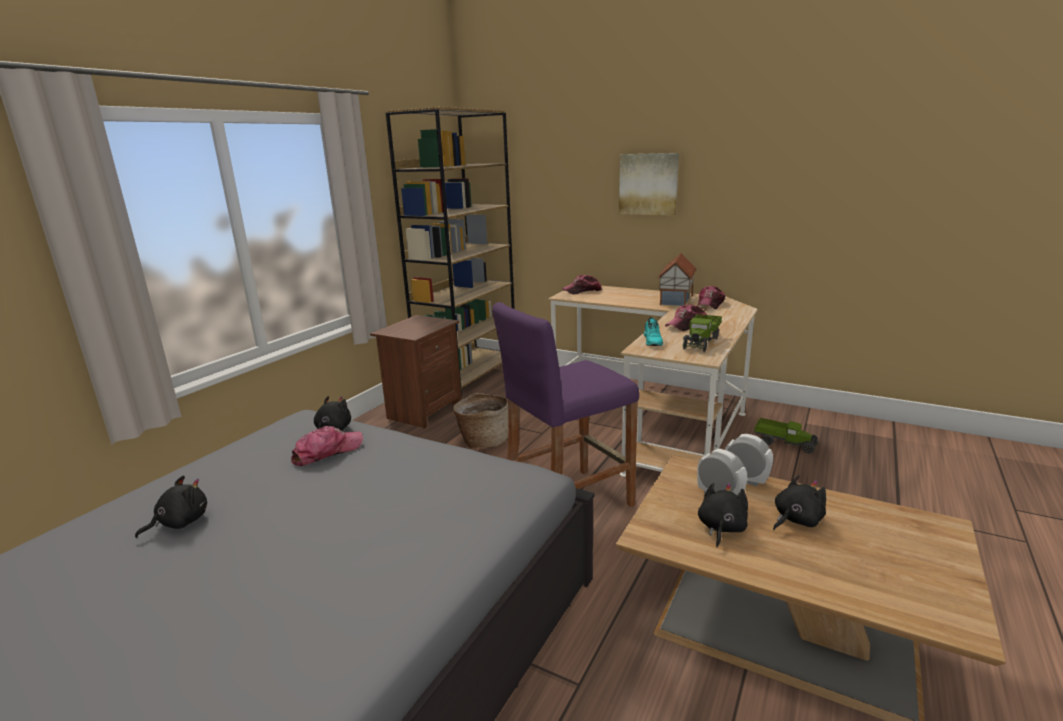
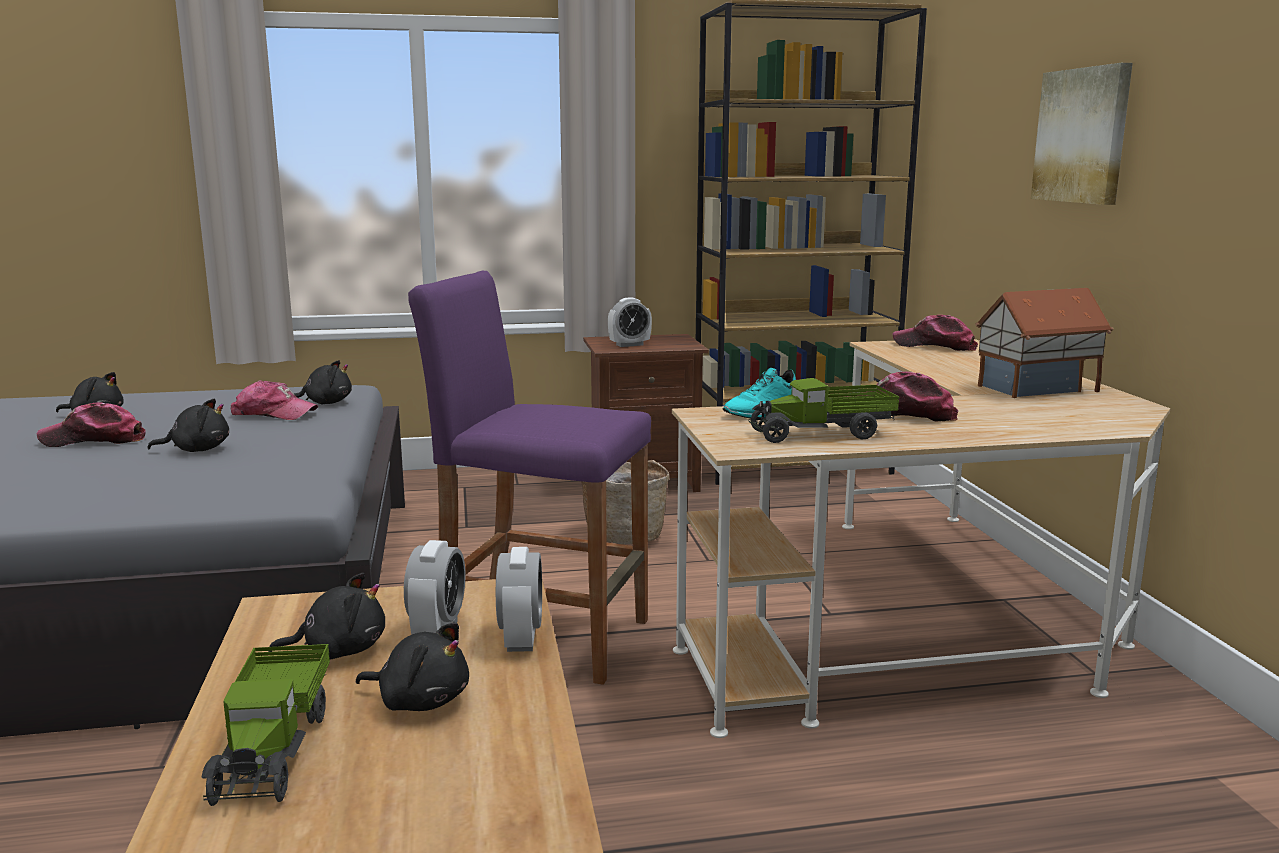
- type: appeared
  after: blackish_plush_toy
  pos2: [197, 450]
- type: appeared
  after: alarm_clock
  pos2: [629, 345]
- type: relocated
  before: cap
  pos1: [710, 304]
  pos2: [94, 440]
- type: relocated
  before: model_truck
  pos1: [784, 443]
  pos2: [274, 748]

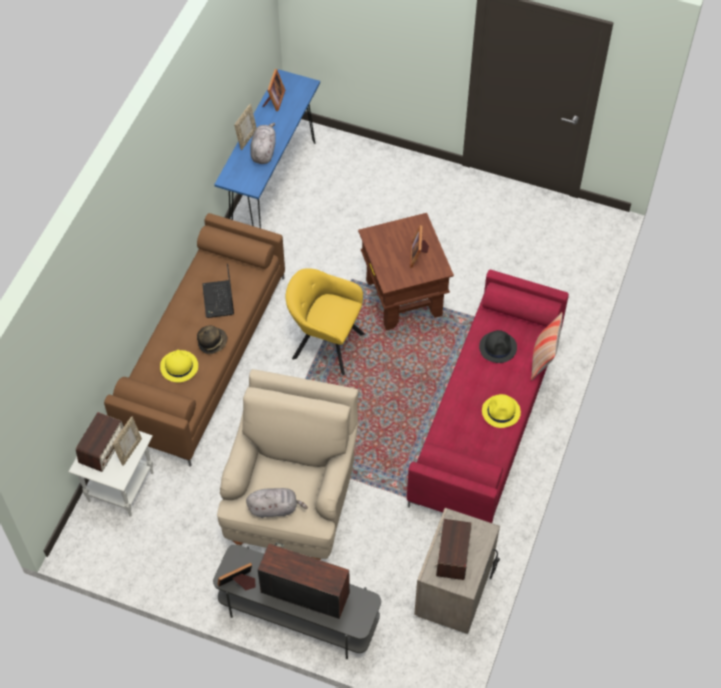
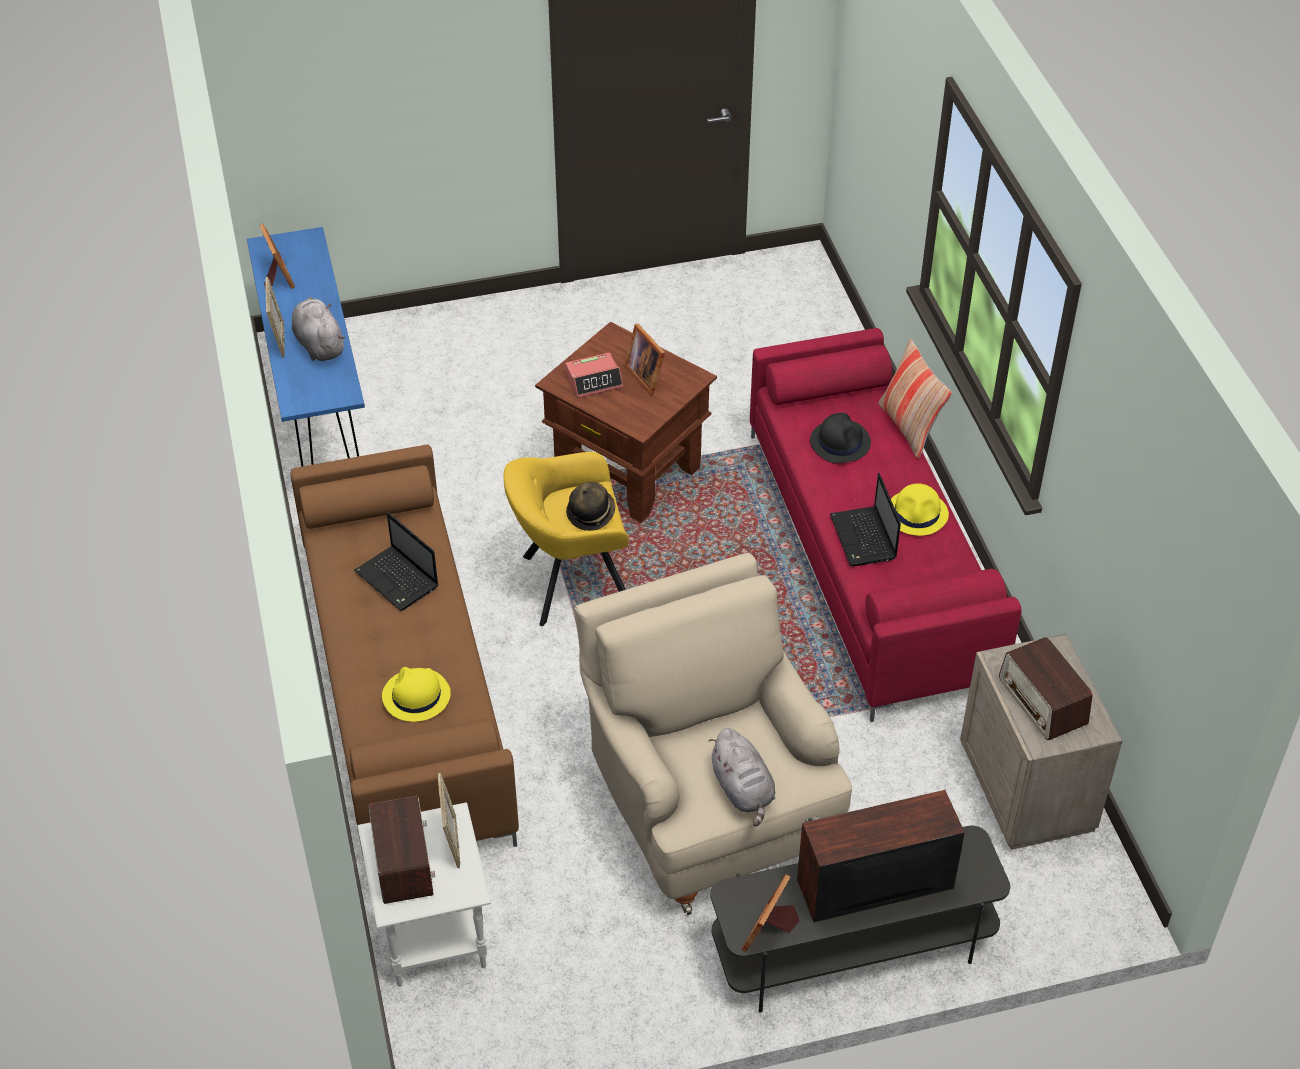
- type: appeared
  after: alarm_clock
  pos2: [594, 381]
- type: appeared
  after: notebook_computer
  pos2: [864, 539]
- type: relocated
  before: clothing_hat
  pos1: [212, 342]
  pos2: [591, 513]
- type: spun
  before: grey_plush_toy
  pos1: [275, 508]
  pos2: [743, 790]
  turn: 105

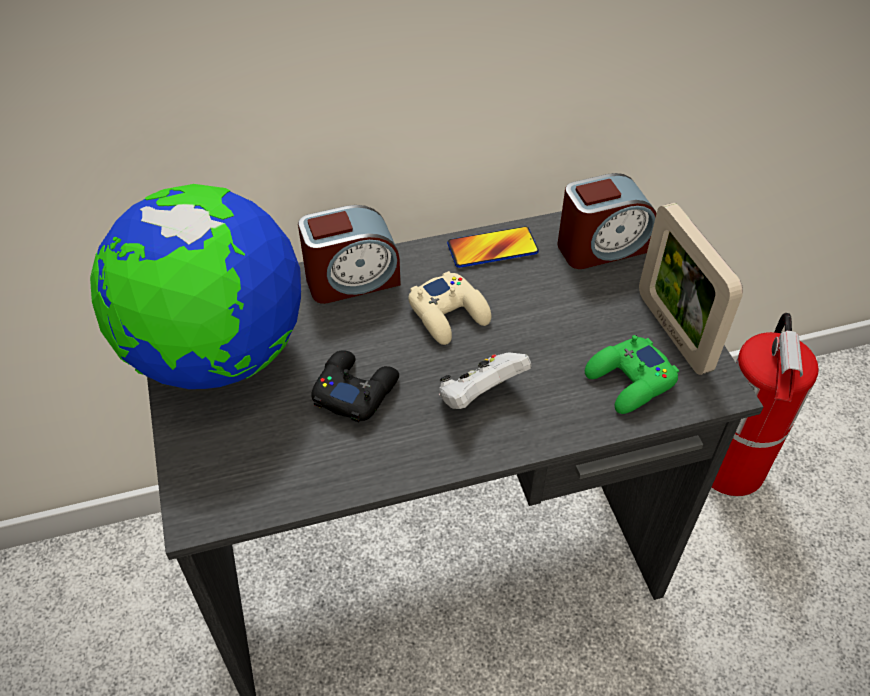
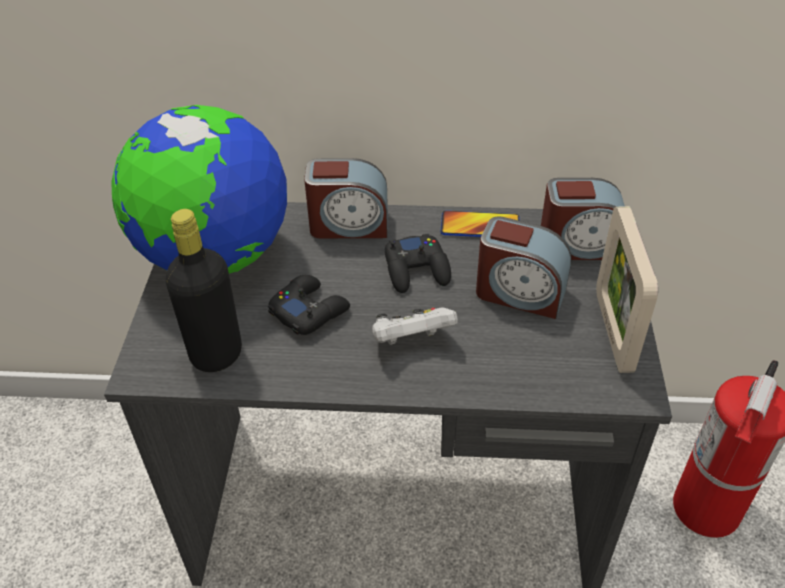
- type: missing
  before: green_game_controller
  pos1: [629, 381]
- type: appeared
  after: blackish_beverage_bottle
  pos2: [216, 354]
- type: appeared
  after: alarm_clock
  pos2: [519, 293]
- type: colour
  before: sand-coloured_game_controller
  after: blackish_game_controller
  pos1: [449, 314]
  pos2: [417, 270]

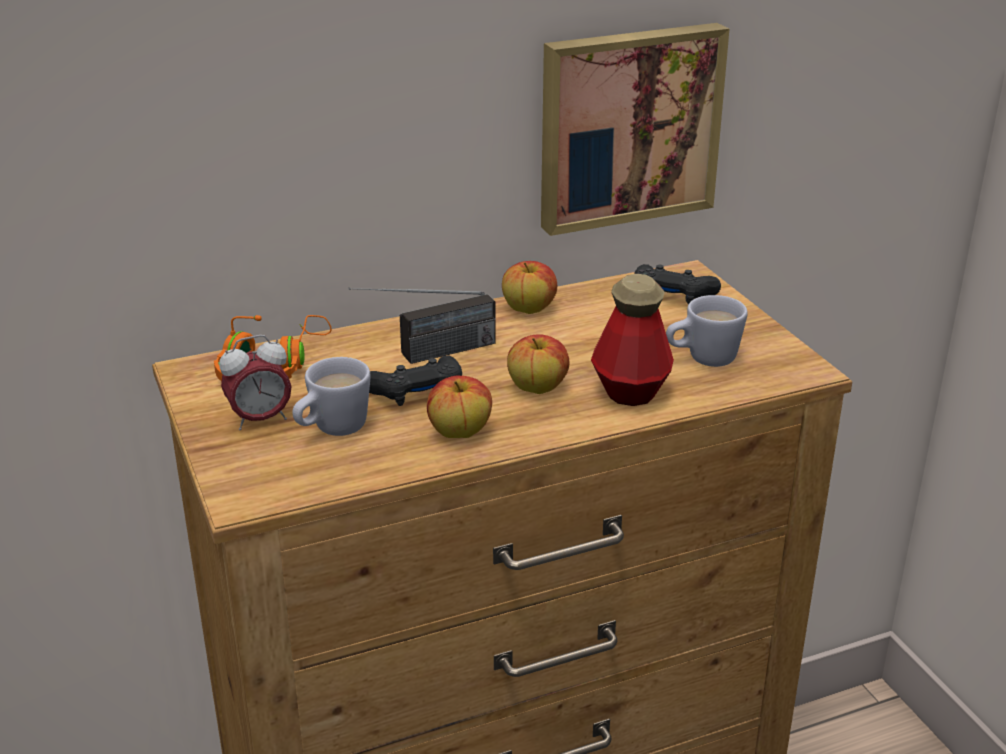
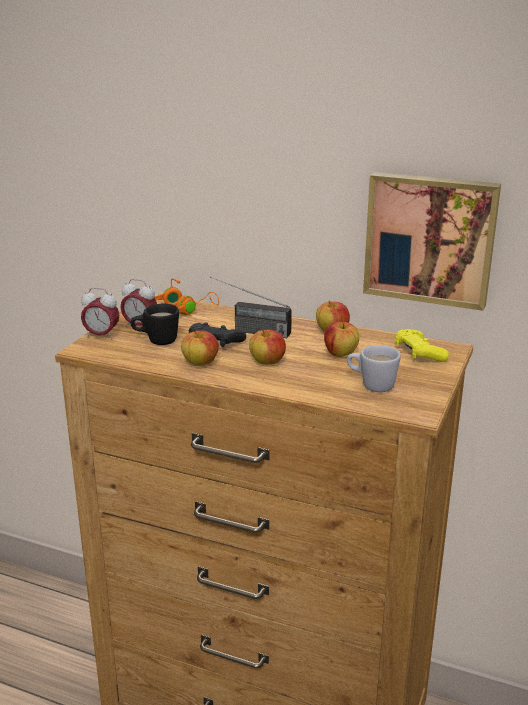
- type: missing
  before: beverage_bottle
  pos1: [630, 390]
- type: appeared
  after: alarm_clock
  pos2: [101, 336]
- type: appeared
  after: apple_fruit
  pos2: [340, 354]
- type: colour
  before: white_mug
  after: blackish_mug
  pos1: [332, 430]
  pos2: [156, 341]
- type: colour
  before: blackish_game_controller
  after: yellow-coloured_game_controller
  pos1: [672, 295]
  pos2: [419, 353]

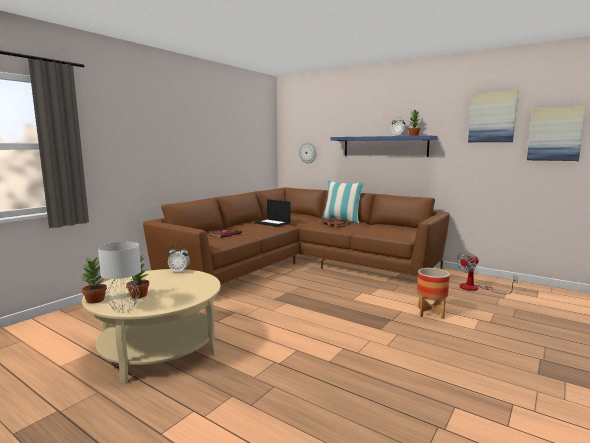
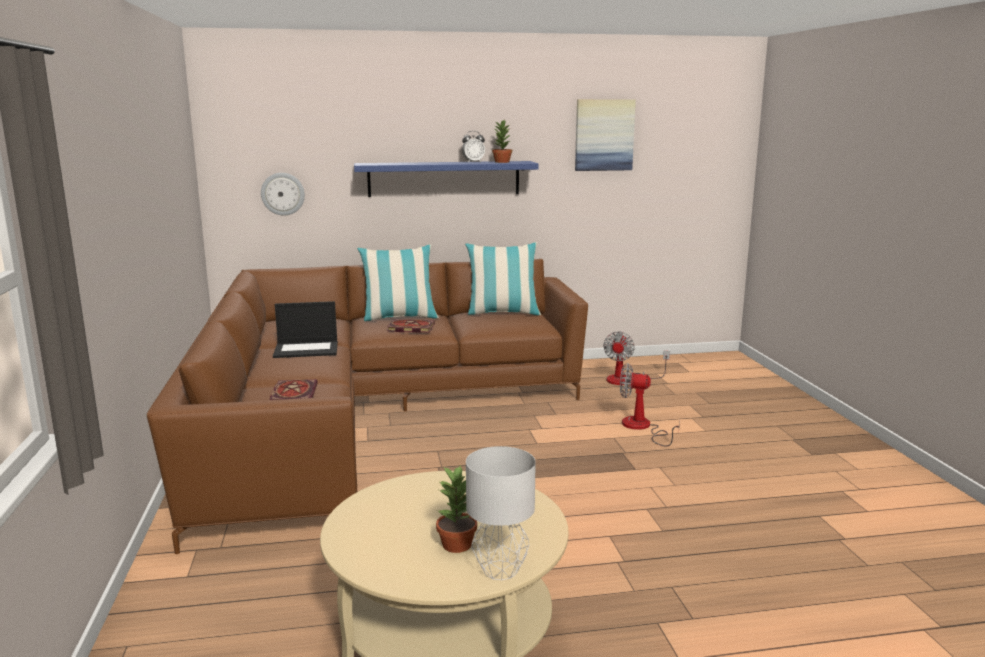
- type: missing
  before: houseplant
  pos1: [95, 300]
- type: missing
  before: alarm_clock
  pos1: [179, 271]
- type: missing
  before: picture
  pos1: [555, 134]
- type: appeared
  after: cushion
  pos2: [503, 313]
- type: exchanged
  before: flower_pot
  after: fan
  pos1: [430, 313]
  pos2: [642, 428]

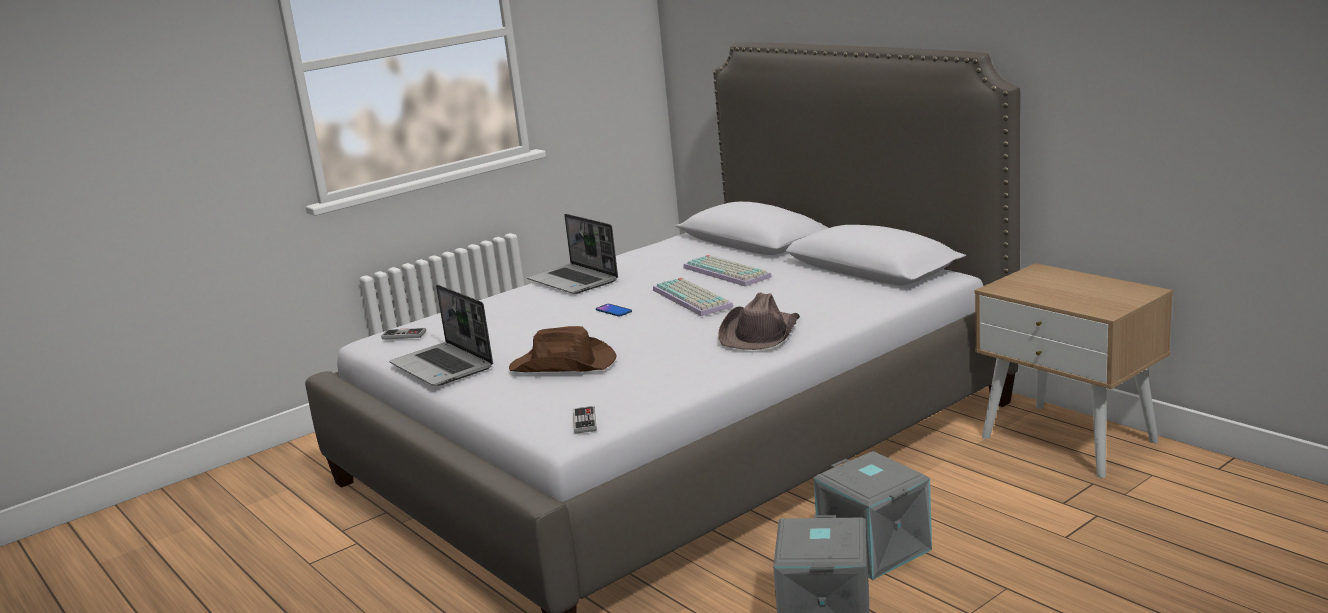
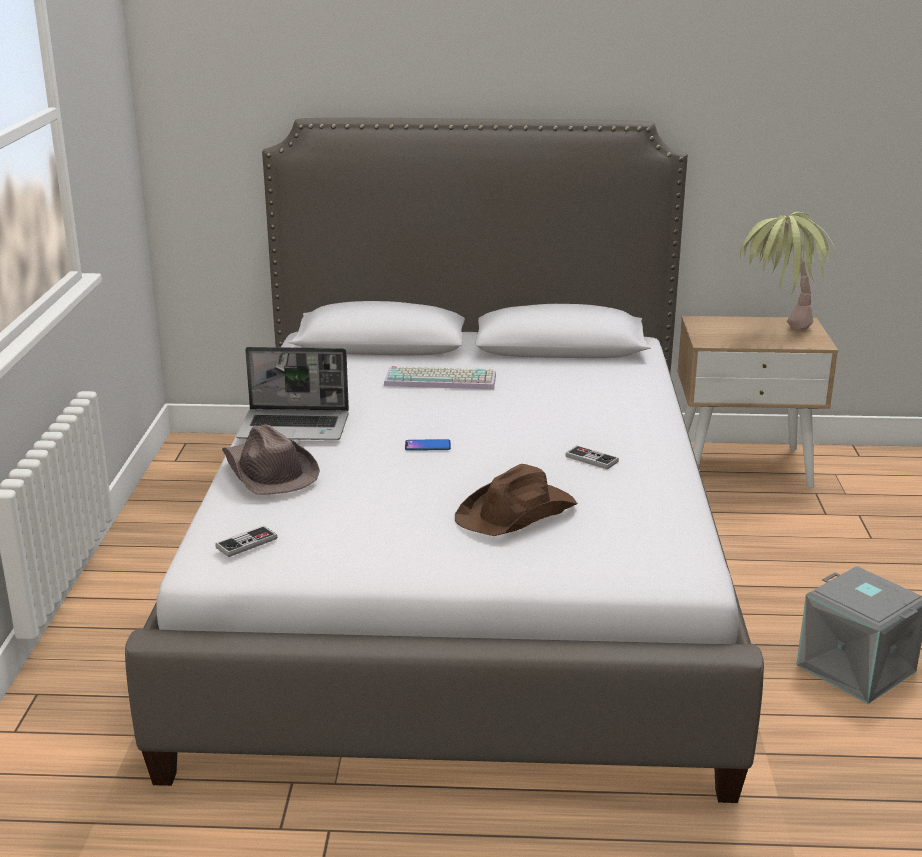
- type: missing
  before: notebook_computer
  pos1: [443, 366]
- type: missing
  before: keyboard
  pos1: [694, 298]
- type: missing
  before: grey_storage_bin
  pos1: [876, 548]
- type: appeared
  after: houseplant
  pos2: [777, 333]
- type: relocated
  before: game_controller
  pos1: [584, 421]
  pos2: [591, 459]
- type: relocated
  before: brown_clothing_hat
  pos1: [760, 333]
  pos2: [269, 471]

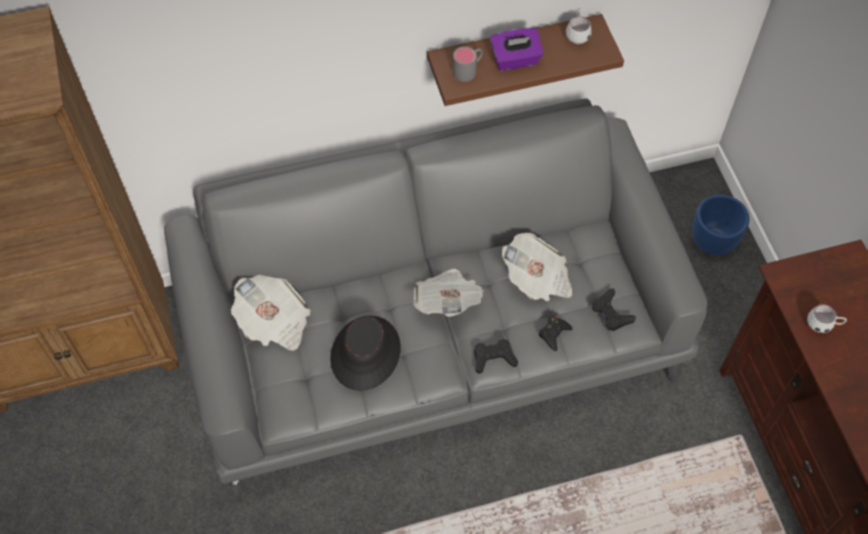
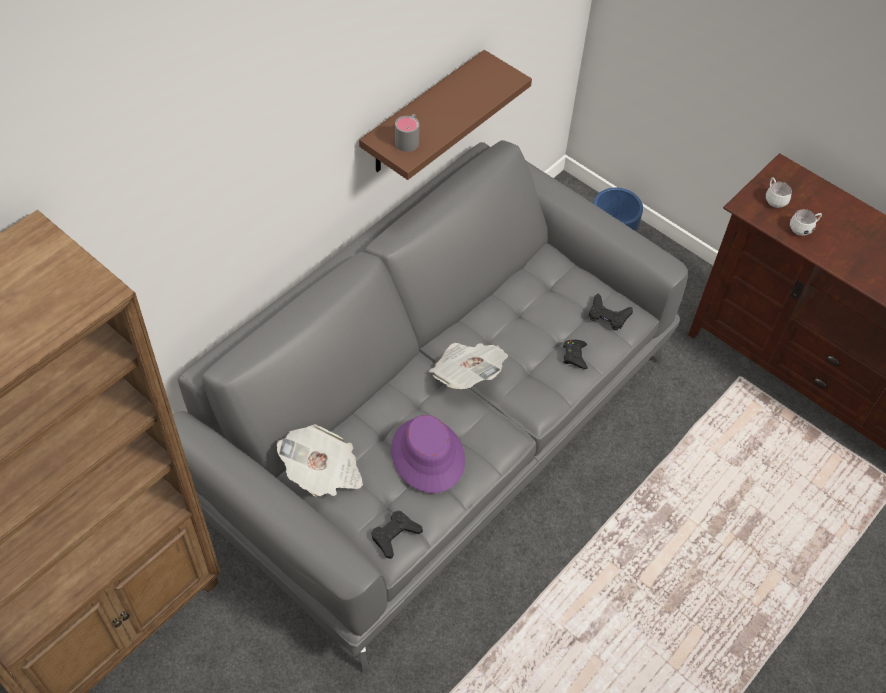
- type: missing
  before: purple_tissue_holder
  pos1: [515, 60]
- type: missing
  before: daily_paper
  pos1: [537, 279]
- type: relocated
  before: blackish_game_controller
  pos1: [493, 358]
  pos2: [395, 535]
- type: relocated
  before: white_mug
  pos1: [578, 35]
  pos2: [773, 199]
- type: colour
  before: blackish_clothing_hat
  after: purple_clothing_hat
  pos1: [365, 353]
  pos2: [427, 455]

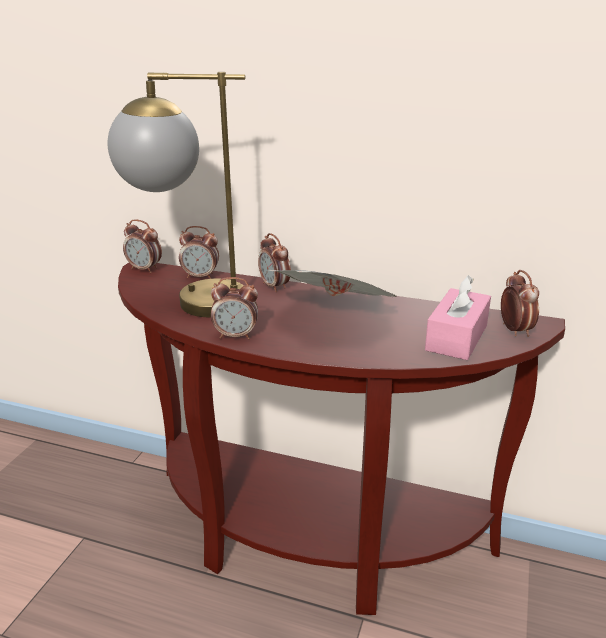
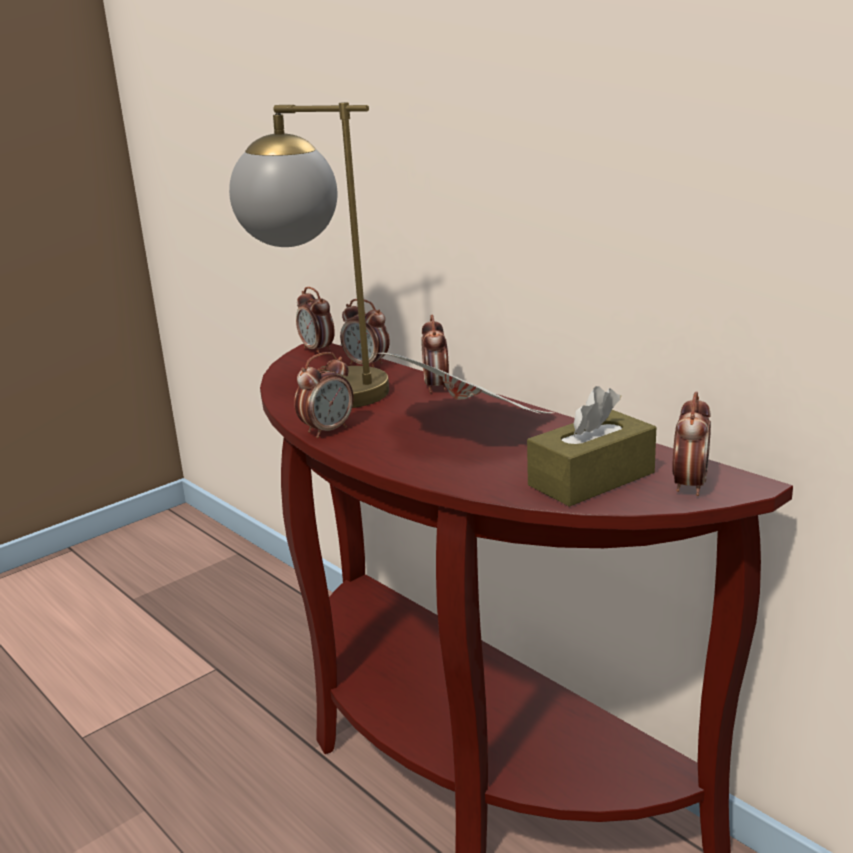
- type: colour
  before: pink-coloured_tissue_holder
  after: brown_tissue_holder
  pos1: [456, 337]
  pos2: [591, 479]
- type: spun
  before: alarm_clock
  pos1: [236, 336]
  pos2: [327, 430]
  turn: -75

